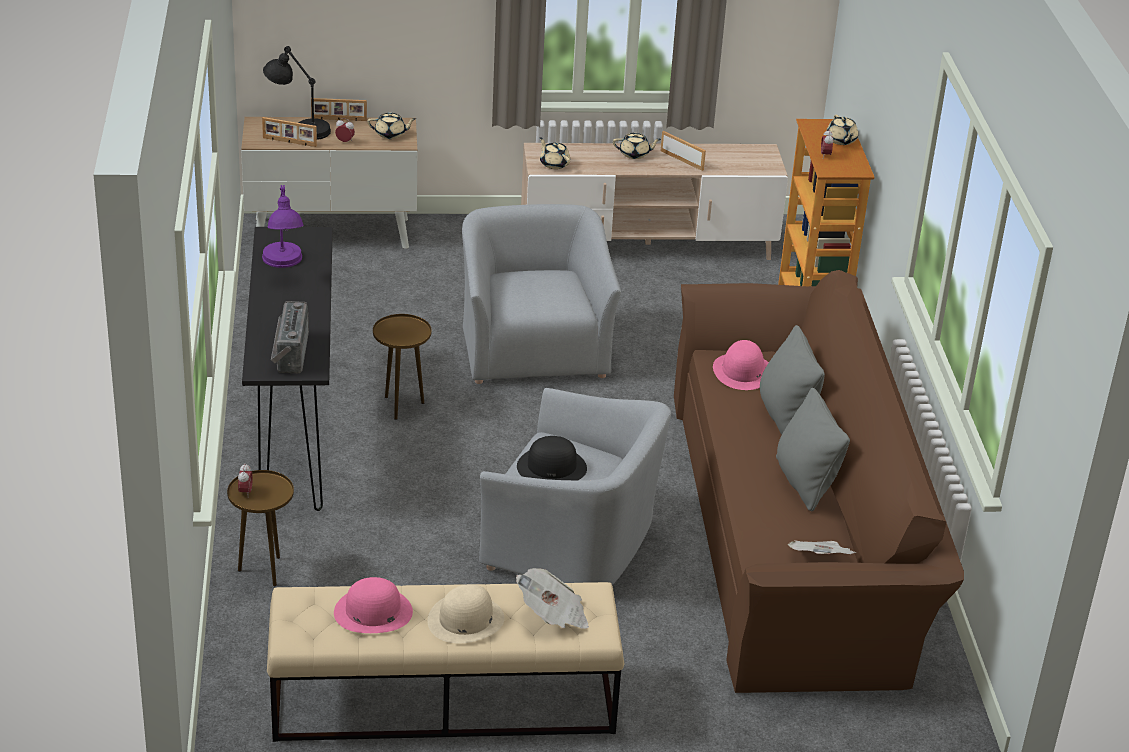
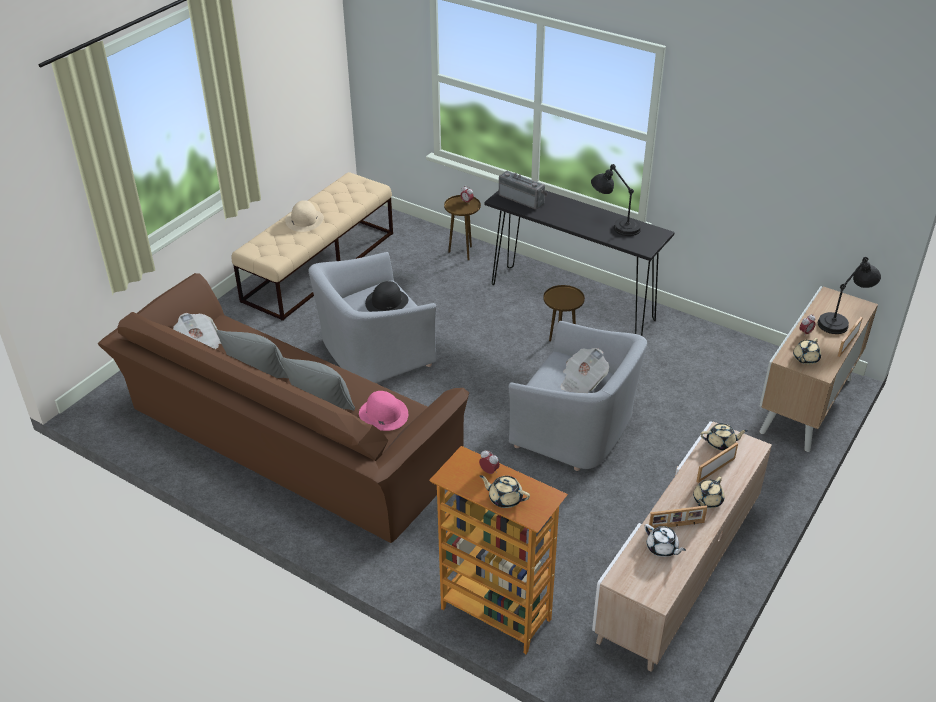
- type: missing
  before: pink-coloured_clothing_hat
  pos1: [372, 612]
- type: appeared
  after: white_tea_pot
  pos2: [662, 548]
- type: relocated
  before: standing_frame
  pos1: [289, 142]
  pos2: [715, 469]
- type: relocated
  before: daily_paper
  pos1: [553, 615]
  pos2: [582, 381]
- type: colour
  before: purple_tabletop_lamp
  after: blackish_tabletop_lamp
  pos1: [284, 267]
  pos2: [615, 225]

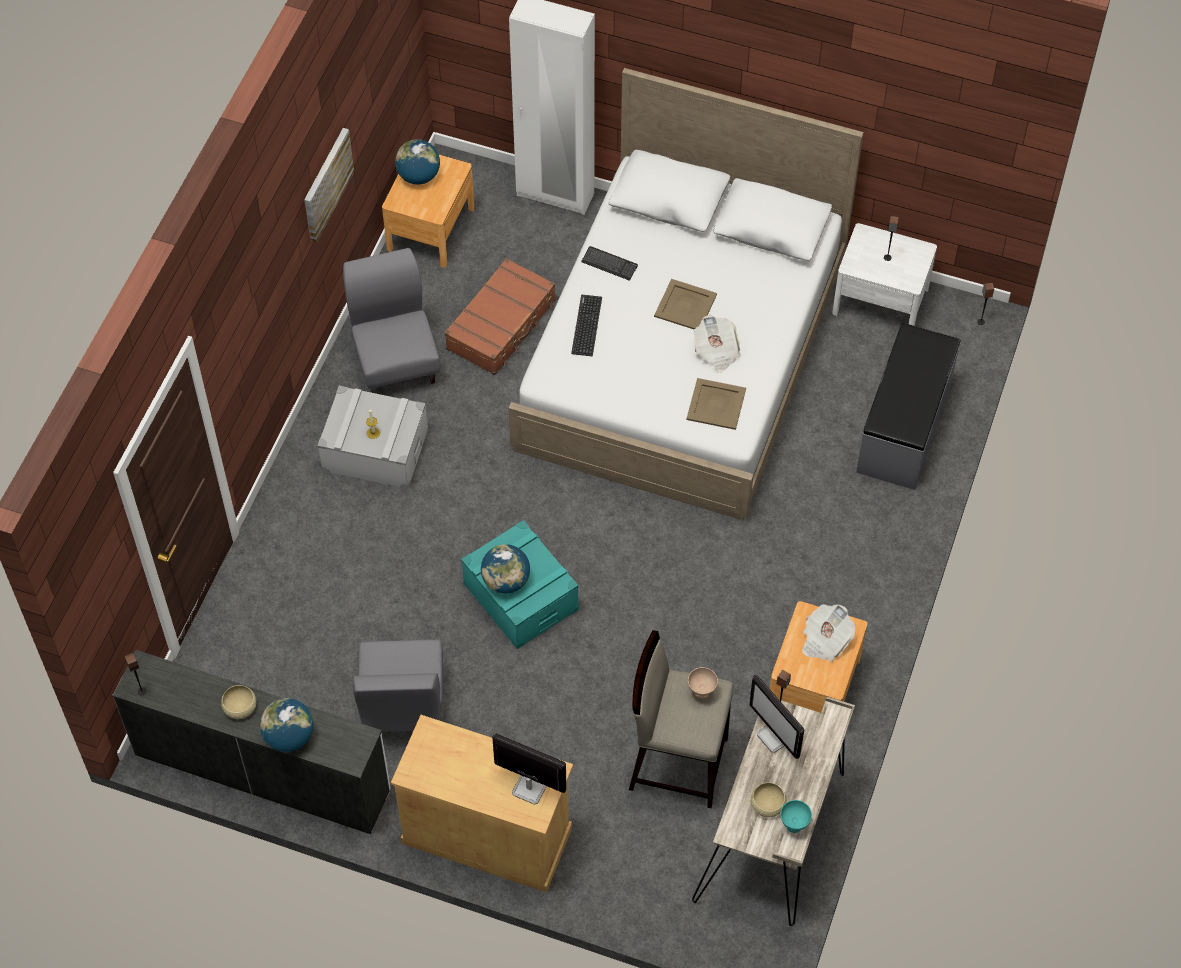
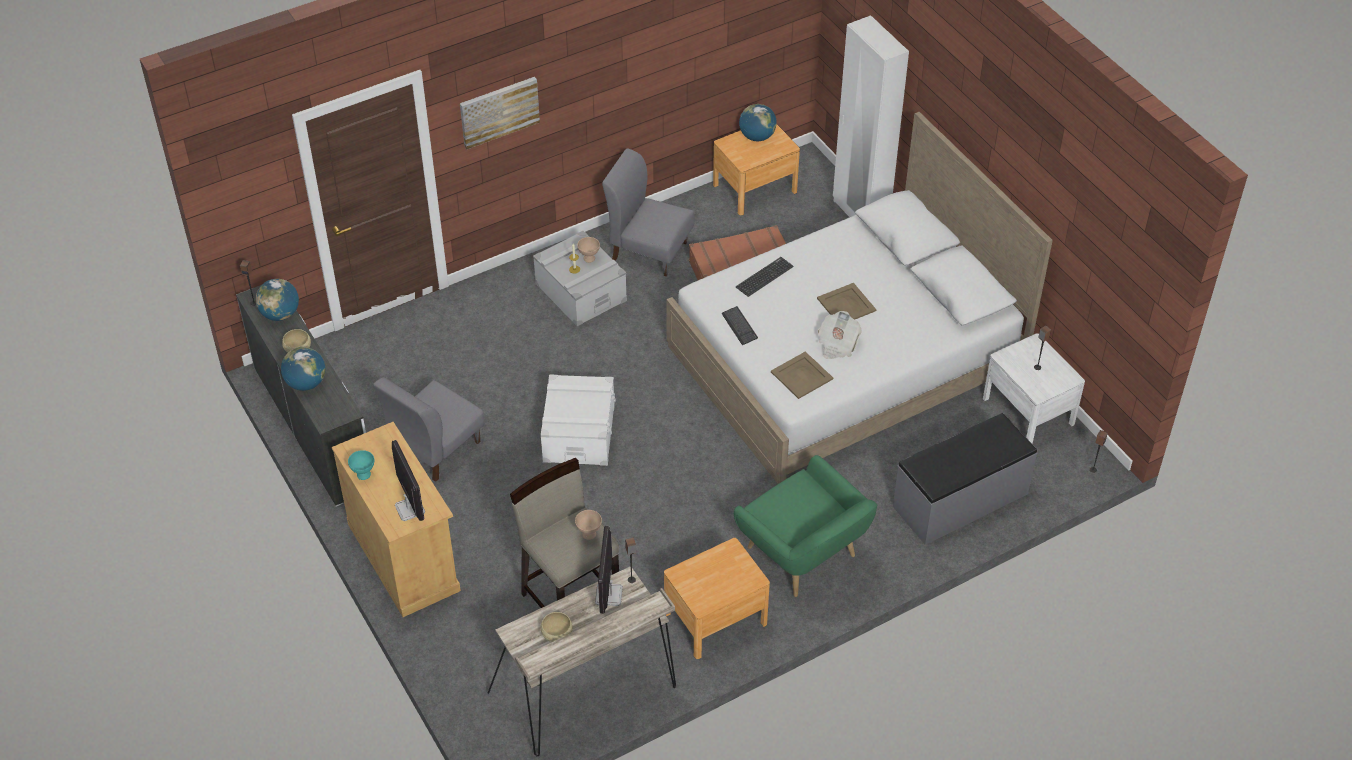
- type: missing
  before: daily_paper
  pos1: [825, 640]
- type: appeared
  after: sand-coloured_deep_dish
  pos2: [589, 259]
- type: appeared
  after: green_lounge_chair
  pos2: [804, 558]
- type: relocated
  before: picture
  pos1: [326, 184]
  pos2: [499, 111]
- type: relocated
  before: desk_globe
  pos1: [506, 581]
  pos2: [280, 314]
- type: relocated
  before: keyboard
  pos1: [609, 264]
  pos2: [739, 326]
- type: relocated
  before: blue-green_deep_dish
  pos1: [794, 825]
  pos2: [364, 475]
- type: colour
  before: blue-green_storage_bin
  after: white_storage_bin
  pos1: [520, 596]
  pos2: [579, 433]
- type: spun
  before: grey_chair
  pos1: [396, 361]
  pos2: [649, 250]
  turn: -90

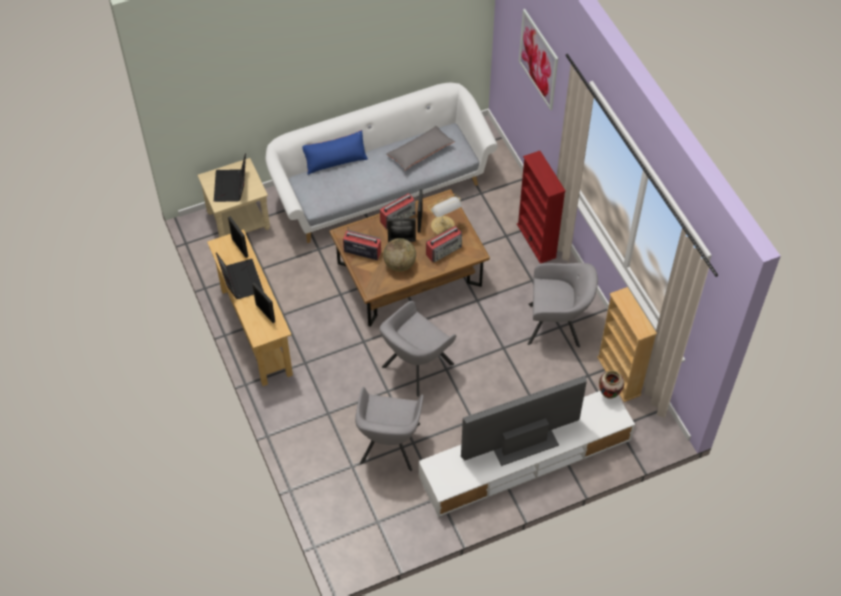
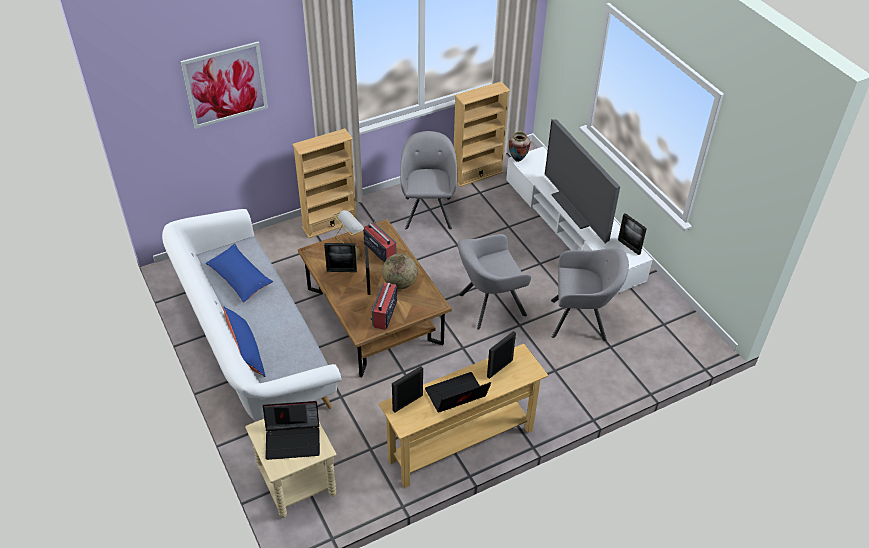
- type: missing
  before: radio
  pos1: [398, 217]
- type: appeared
  after: standing_frame
  pos2: [629, 247]
- type: colour
  before: grey_cushion
  after: blue-coloured_cushion
  pos1: [420, 152]
  pos2: [240, 278]
- type: colour
  before: red_bookshelf
  after: sand-coloured_bookshelf
  pos1: [536, 241]
  pos2: [330, 224]
- type: spun
  before: grey_lounge_chair
  pos1: [415, 367]
  pos2: [489, 305]
  turn: 120

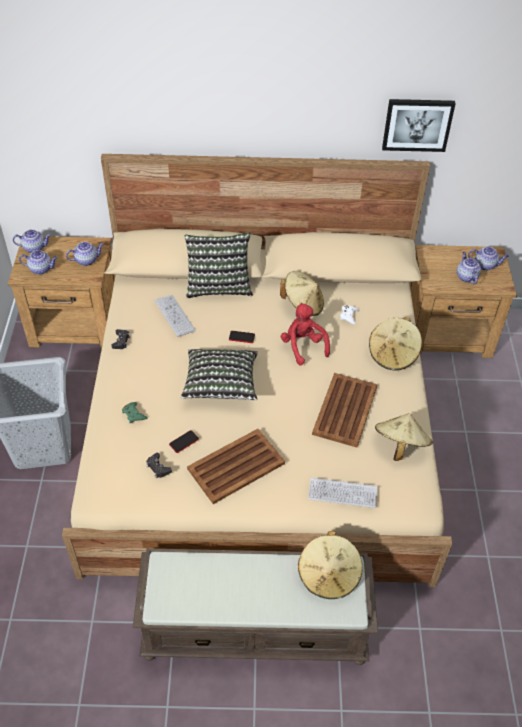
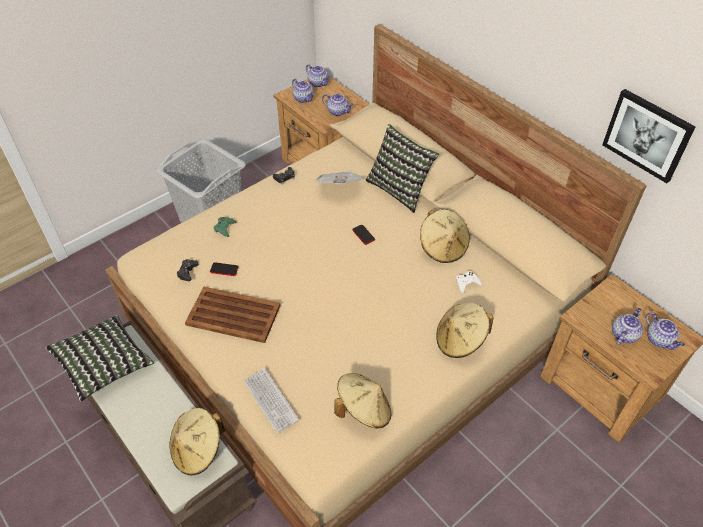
- type: missing
  before: red_plush_toy
  pos1: [303, 346]
- type: missing
  before: brown_serving_tray
  pos1: [345, 409]
- type: relocated
  before: cushion
  pos1: [221, 384]
  pos2: [104, 364]
- type: exchanged
  before: keyboard
  after: daily_paper
  pos1: [175, 316]
  pos2: [340, 187]

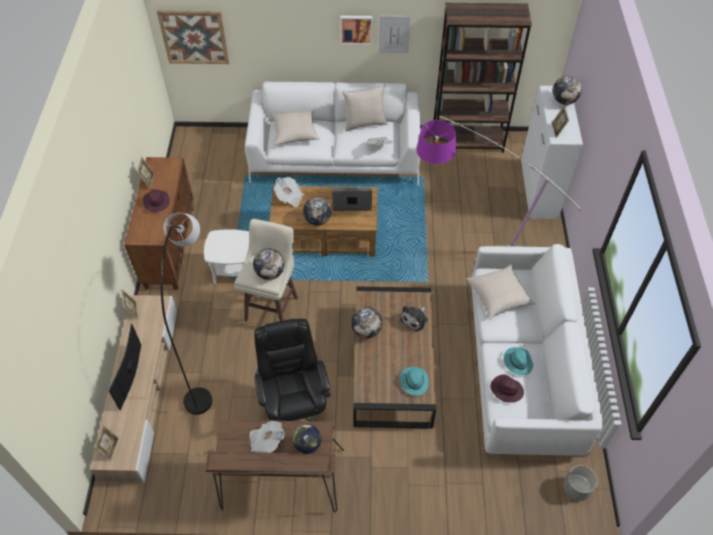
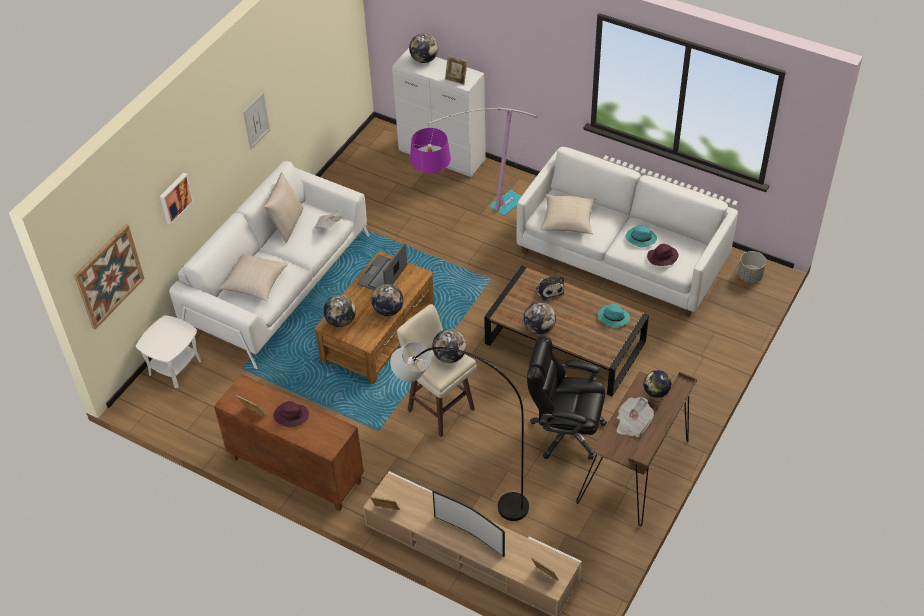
- type: missing
  before: brown_bookshelf
  pos1: [467, 141]
- type: relocated
  before: white_end_table
  pos1: [233, 270]
  pos2: [175, 367]
- type: relocated
  before: picture
  pos1: [356, 29]
  pos2: [175, 198]
- type: exchanged
  before: daily_paper
  after: desk_globe
  pos1: [289, 197]
  pos2: [340, 321]

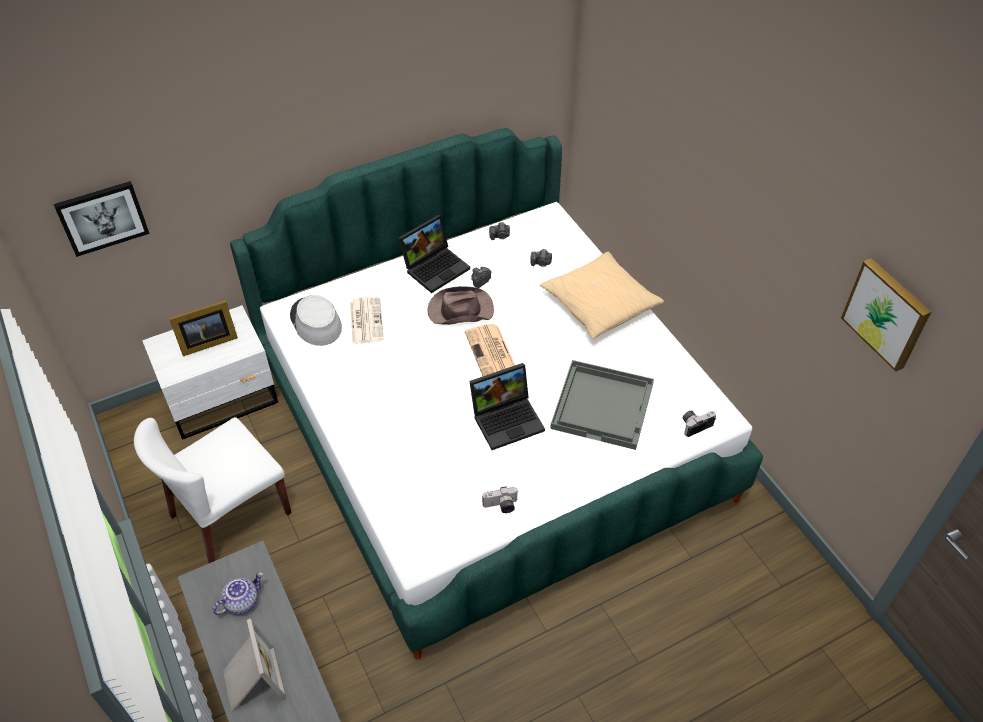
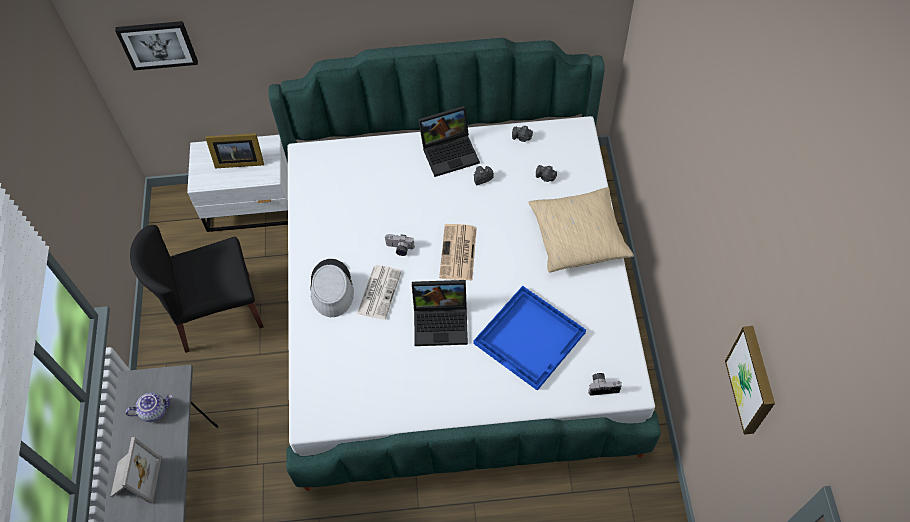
- type: missing
  before: brown_clothing_hat
  pos1: [459, 310]
- type: relocated
  before: grey_clothing_hat
  pos1: [315, 322]
  pos2: [331, 288]
- type: relocated
  before: daily_paper
  pos1: [365, 320]
  pos2: [379, 291]
- type: relocated
  before: photo_camera
  pos1: [501, 506]
  pos2: [399, 249]
- type: colour
  before: white_chair
  after: blackish_chair
  pos1: [230, 515]
  pos2: [216, 312]
- type: colour
  before: grey_serving_tray
  after: blue-coloured_serving_tray
  pos1: [603, 405]
  pos2: [530, 338]

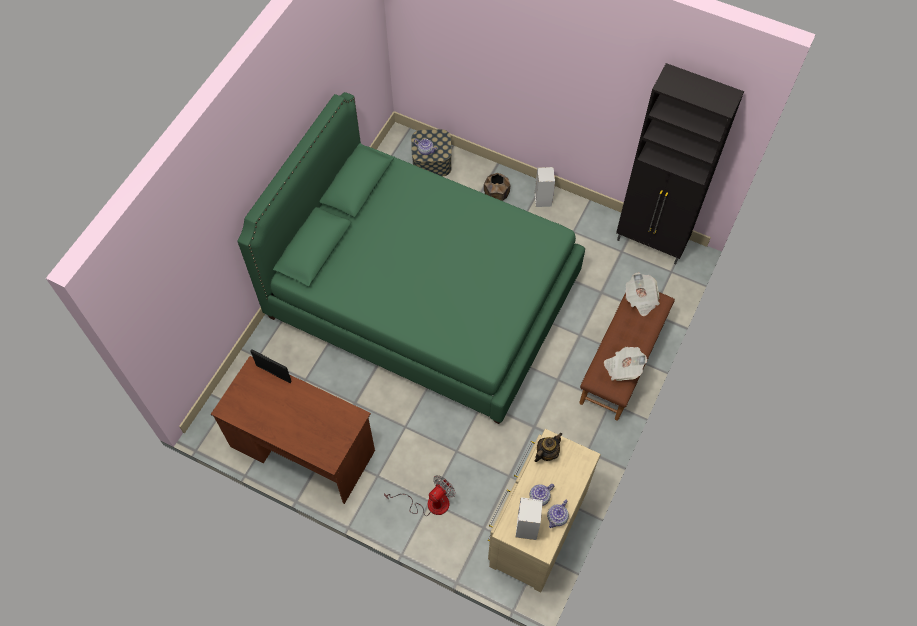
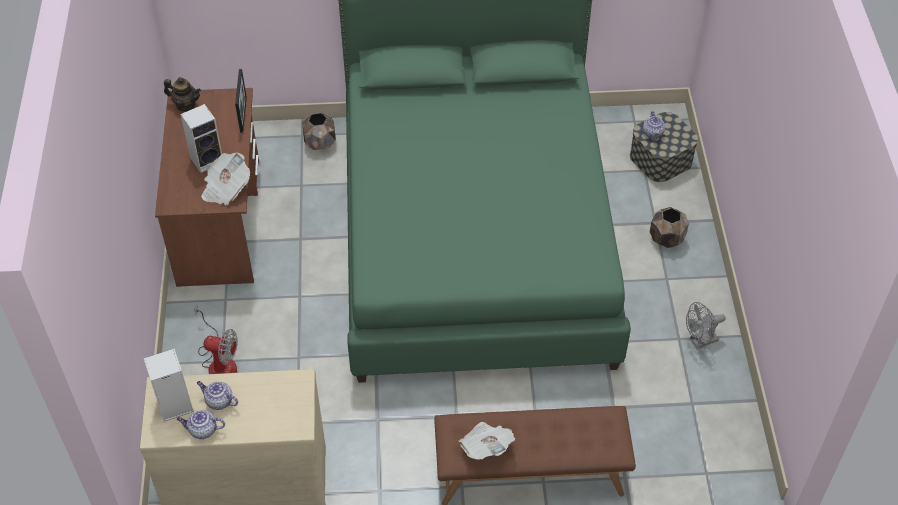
- type: missing
  before: blackish_cupboard
  pos1: [651, 243]
- type: appeared
  after: brown_flower_pot
  pos2: [320, 143]
- type: appeared
  after: grey_fan
  pos2: [700, 341]
- type: relocated
  before: tea_pot
  pos1: [546, 453]
  pos2: [185, 105]
- type: relocated
  before: audio_speaker
  pos1: [542, 199]
  pos2: [208, 159]
- type: relocated
  before: daily_paper
  pos1: [641, 299]
  pos2: [226, 188]

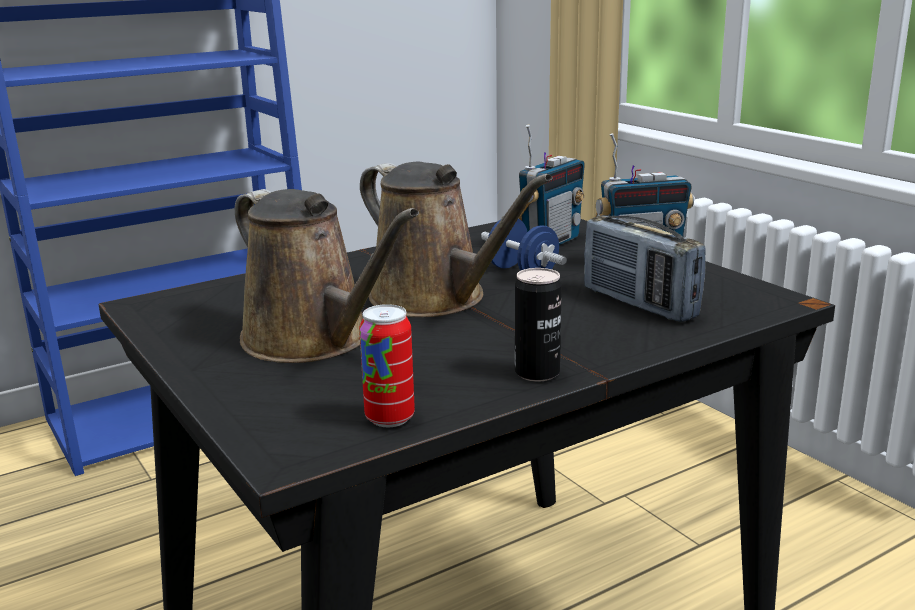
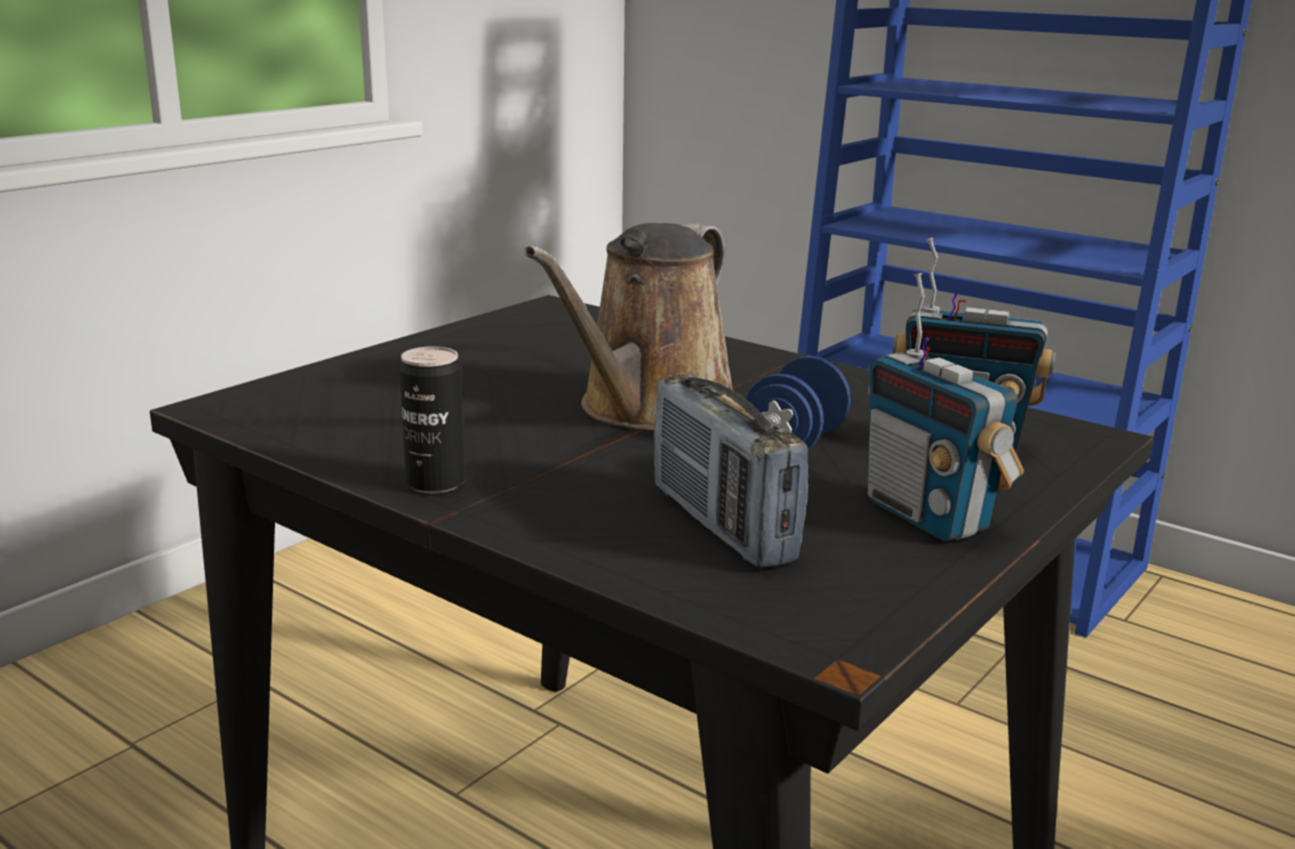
- type: missing
  before: brown_sprinkling_can
  pos1: [314, 340]
- type: missing
  before: metal_can
  pos1: [390, 418]
- type: spun
  before: radio
  pos1: [639, 304]
  pos2: [722, 525]
  turn: -60

